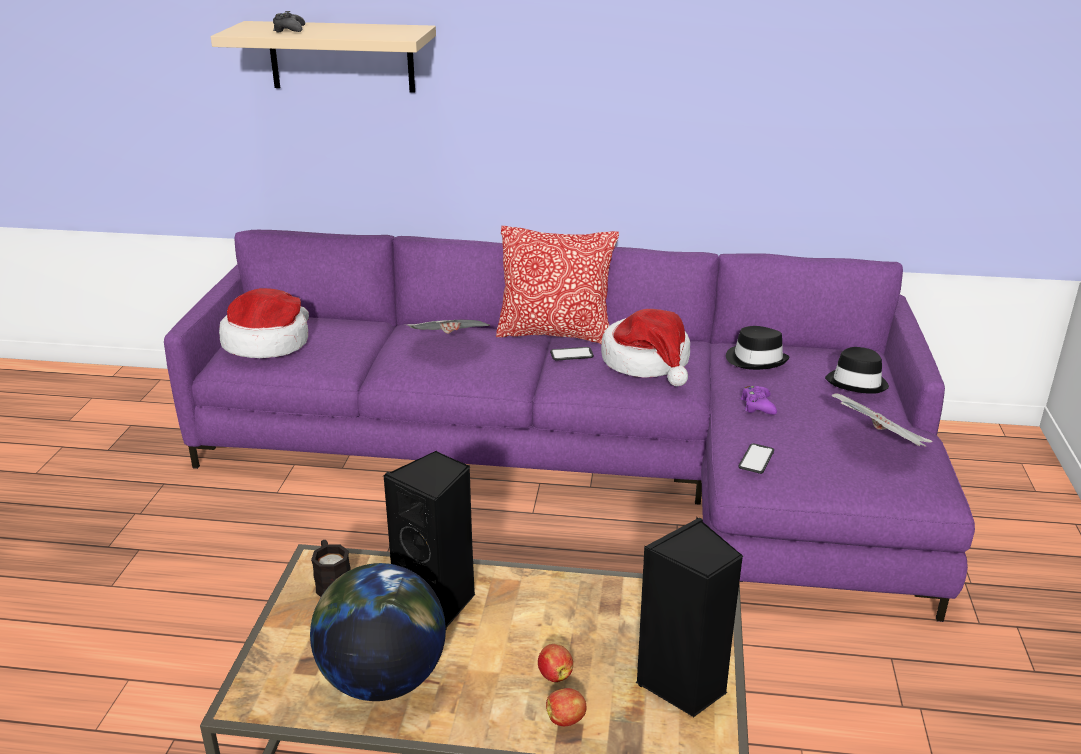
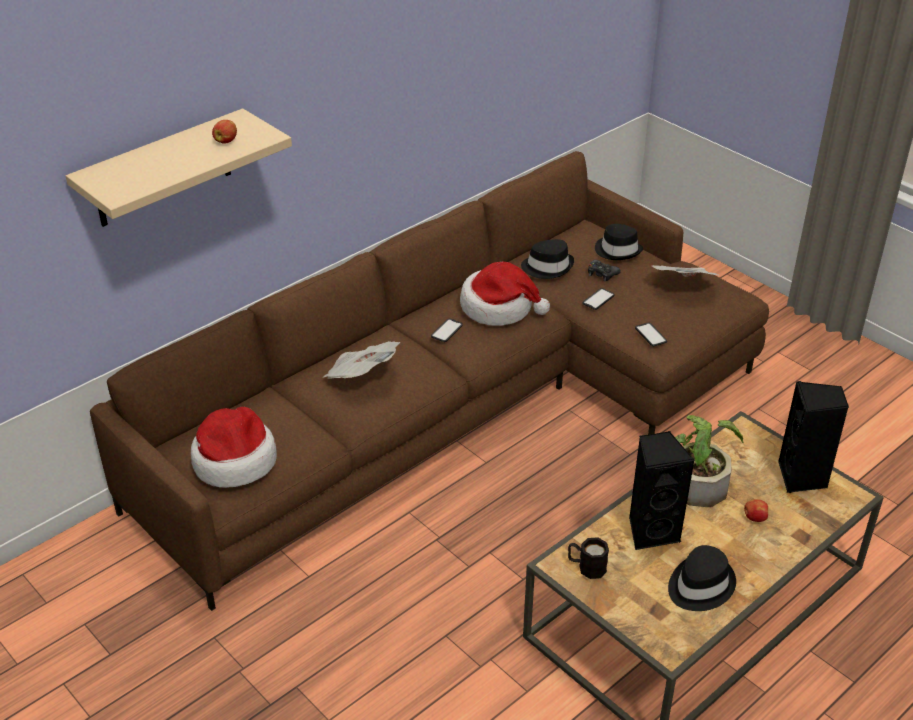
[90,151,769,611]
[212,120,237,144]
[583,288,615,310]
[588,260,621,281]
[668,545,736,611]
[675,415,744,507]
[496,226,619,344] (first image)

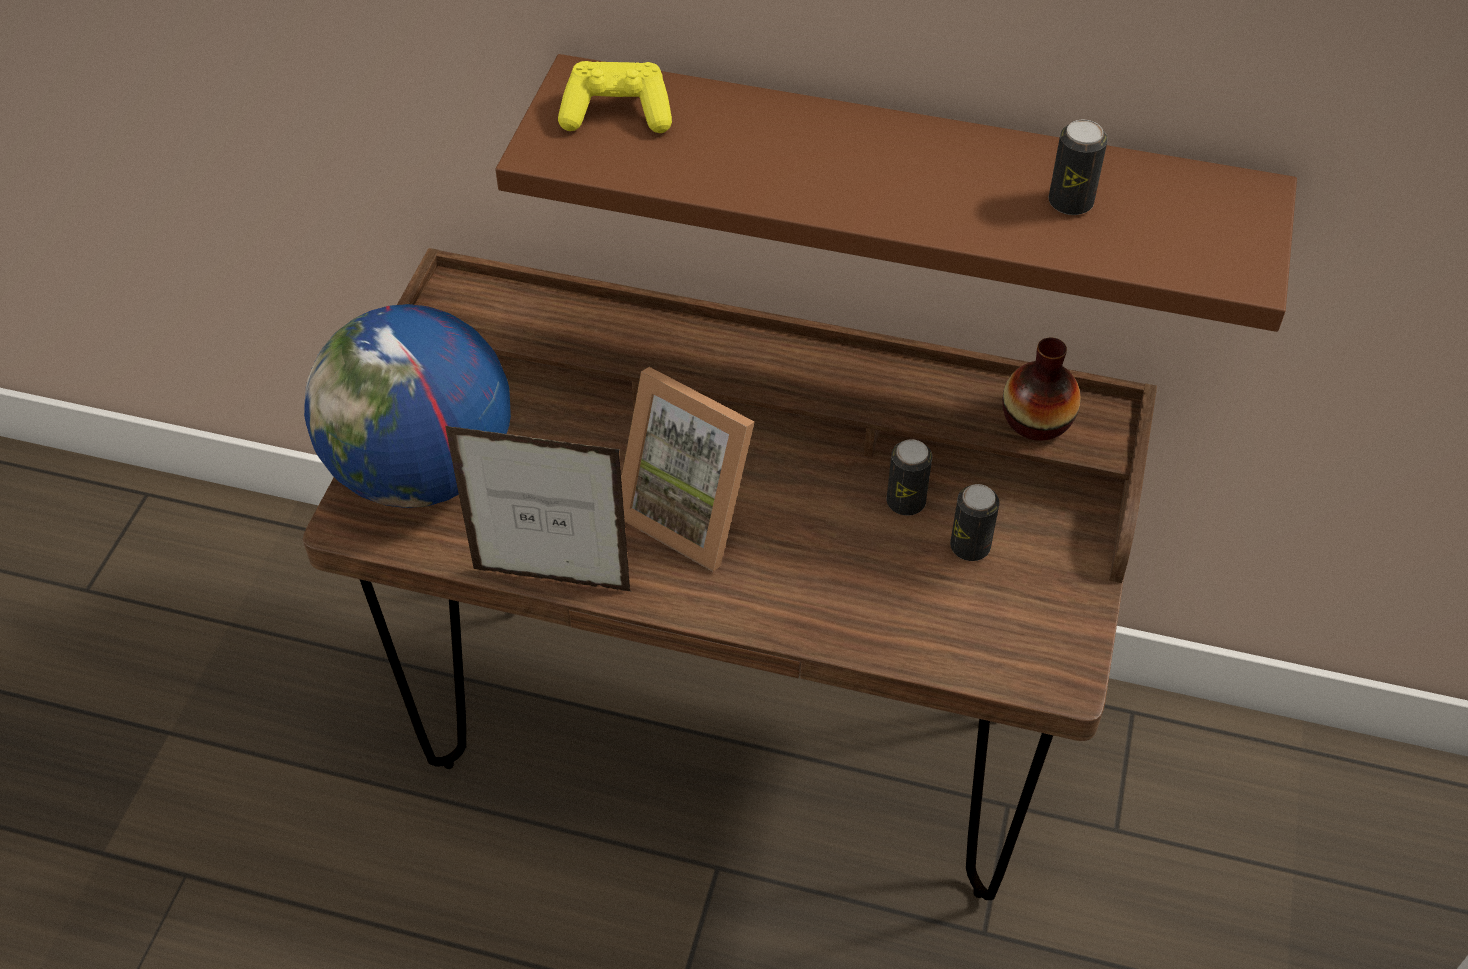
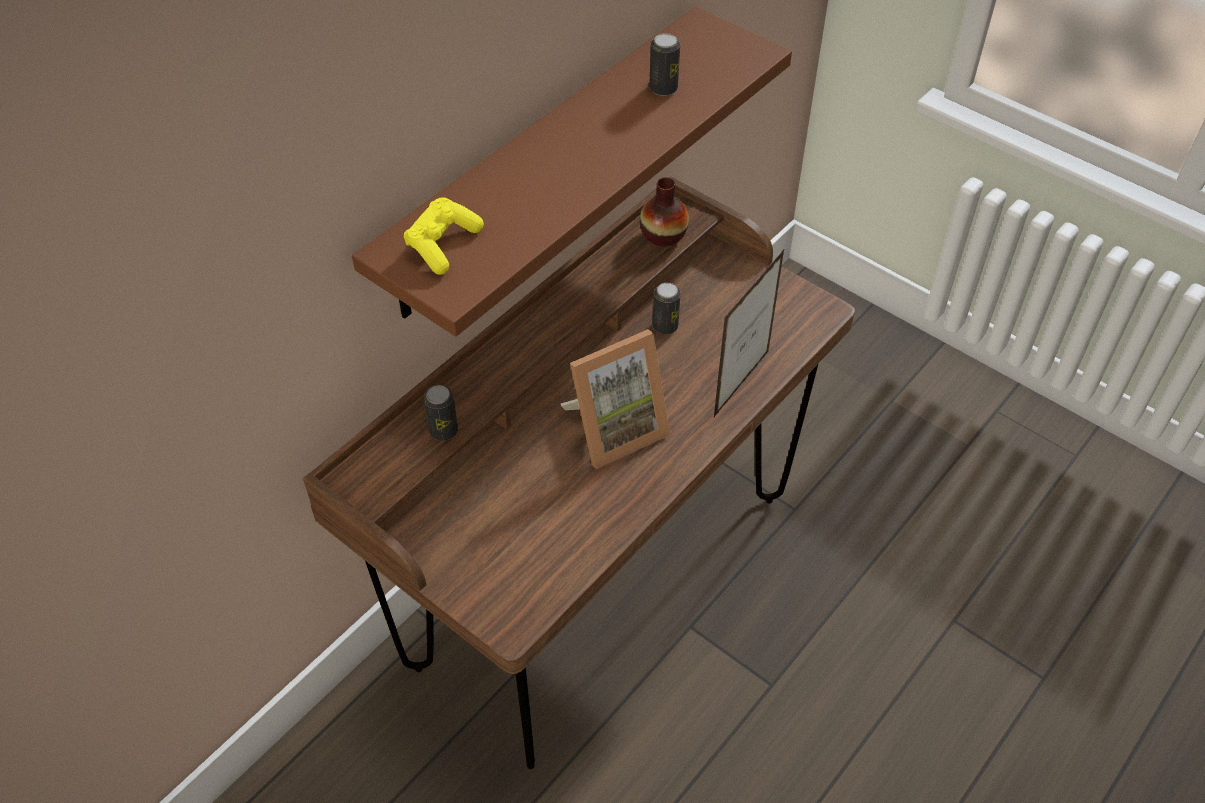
[423,385,458,441]
[714,250,784,417]
[304,304,511,508] (first image)

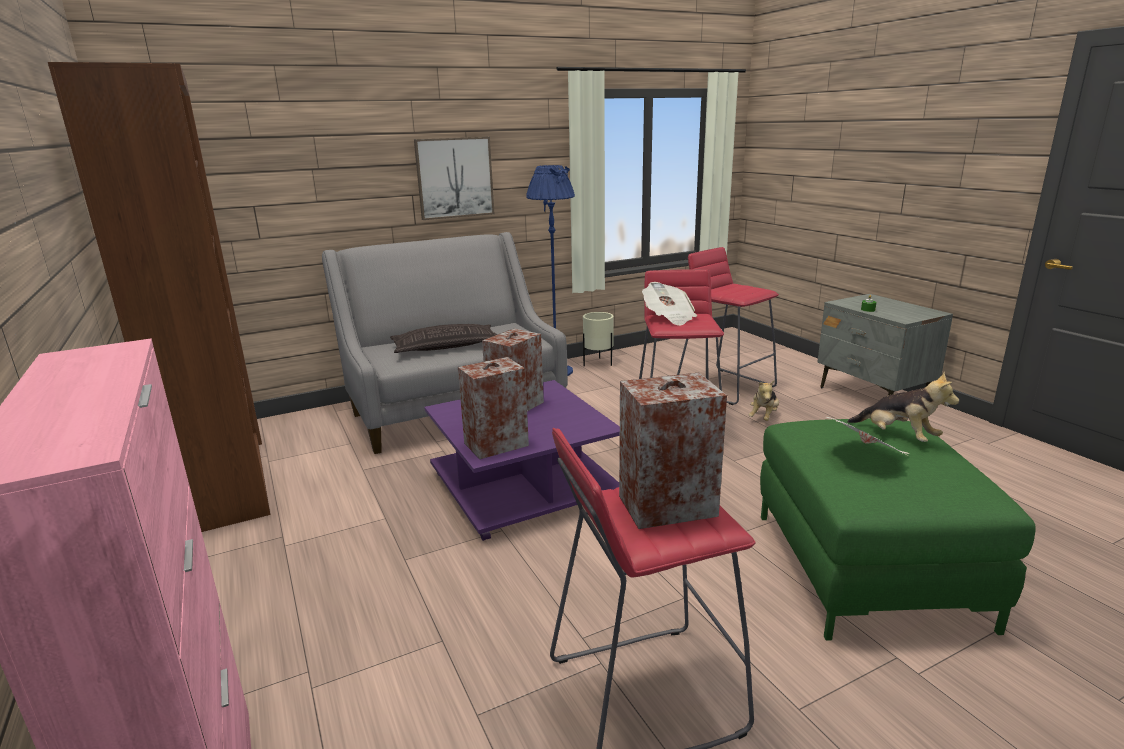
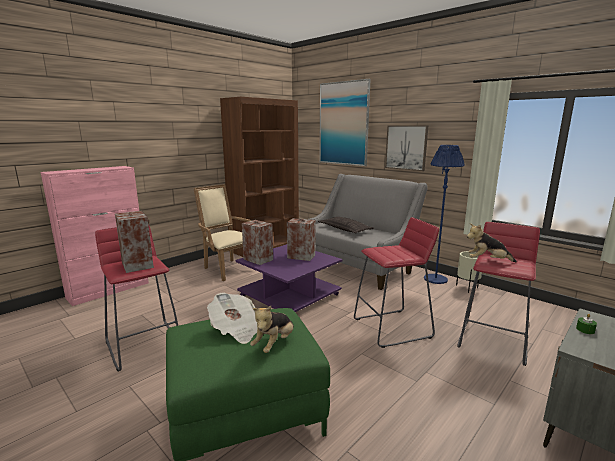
[193,184,252,281]
[319,79,371,166]
[467,223,517,262]
[642,282,697,326] (first image)

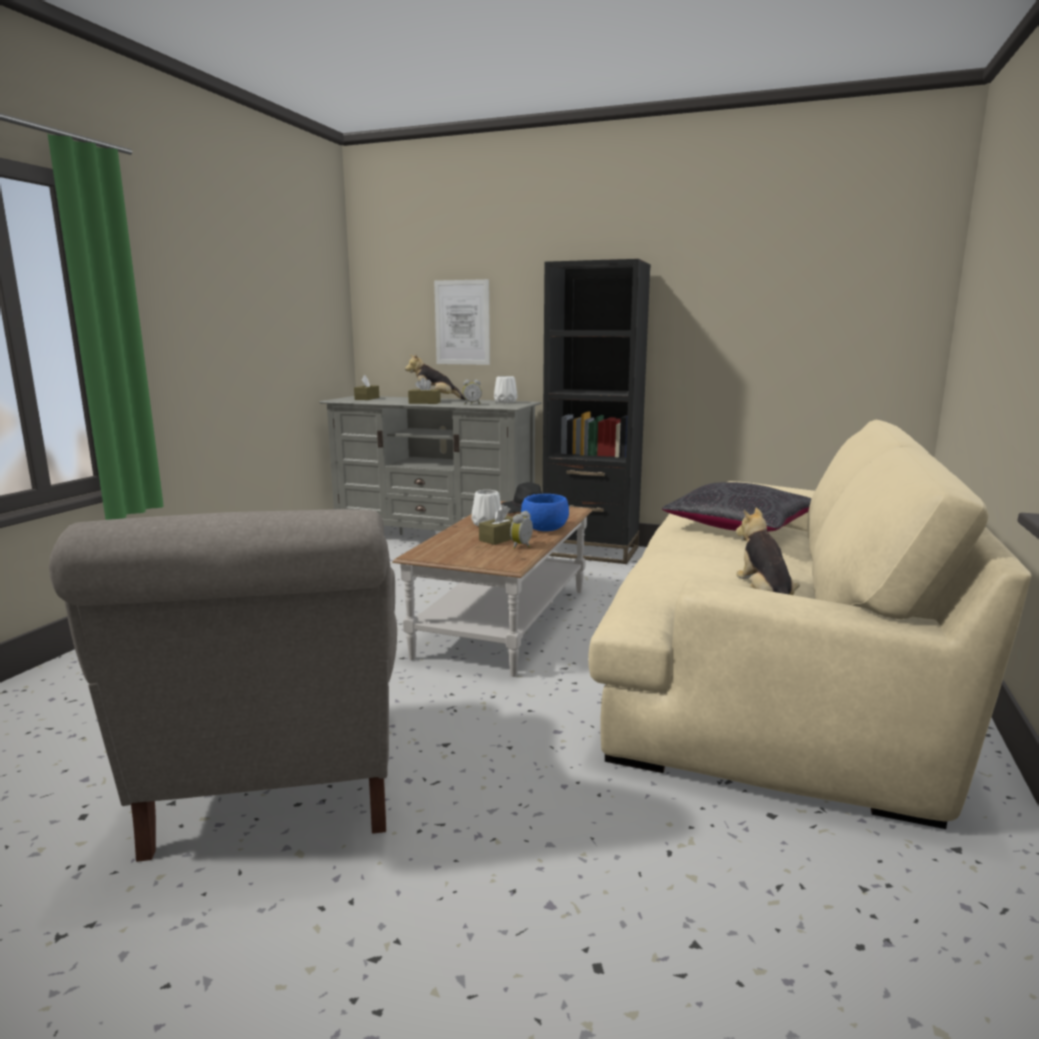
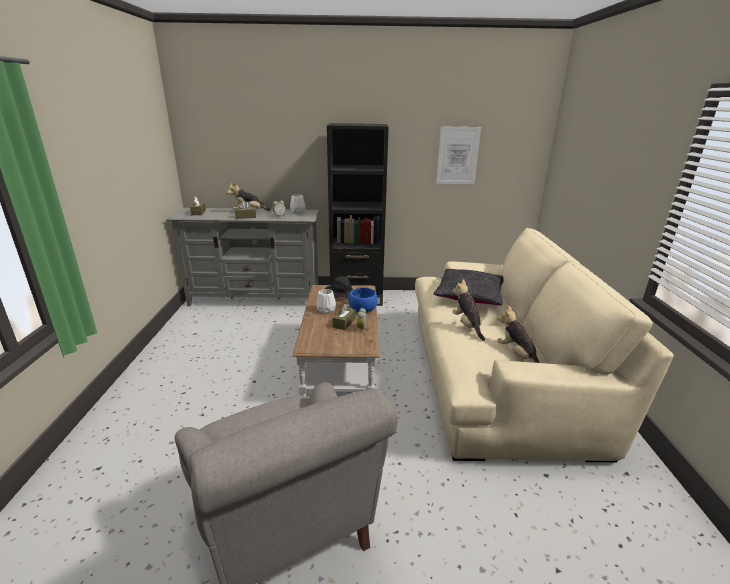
[436,126,481,184]
[453,279,485,341]

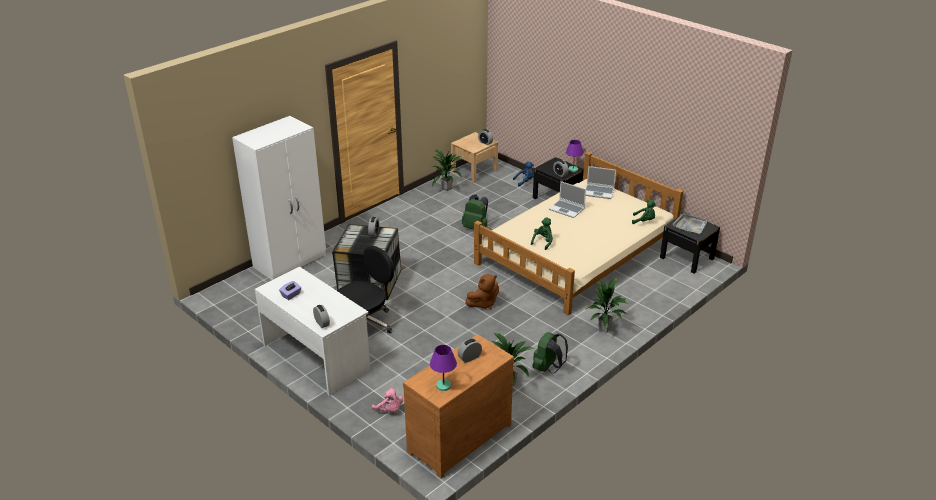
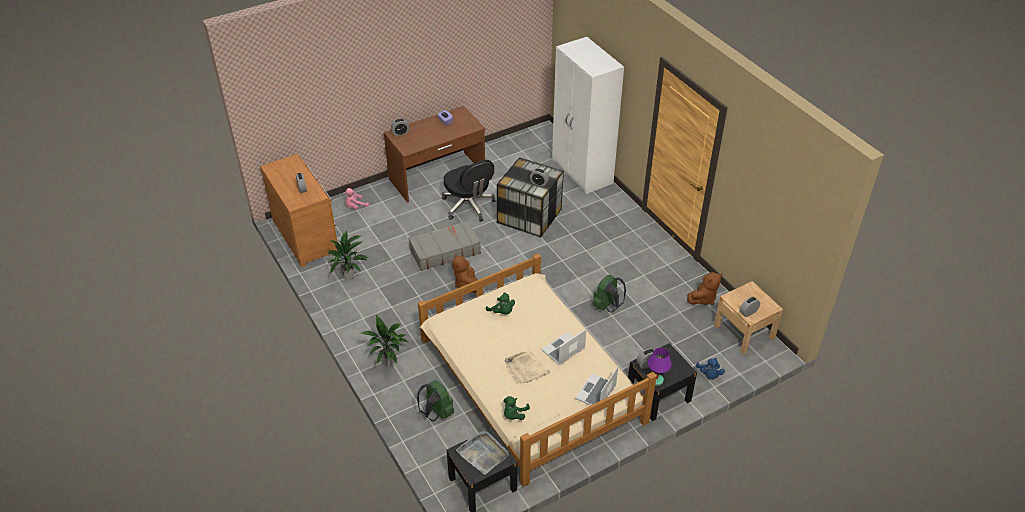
[384,106,486,203]
[409,221,481,271]
[417,380,454,421]
[505,351,550,383]
[687,272,722,305]
[430,345,457,391] (first image)

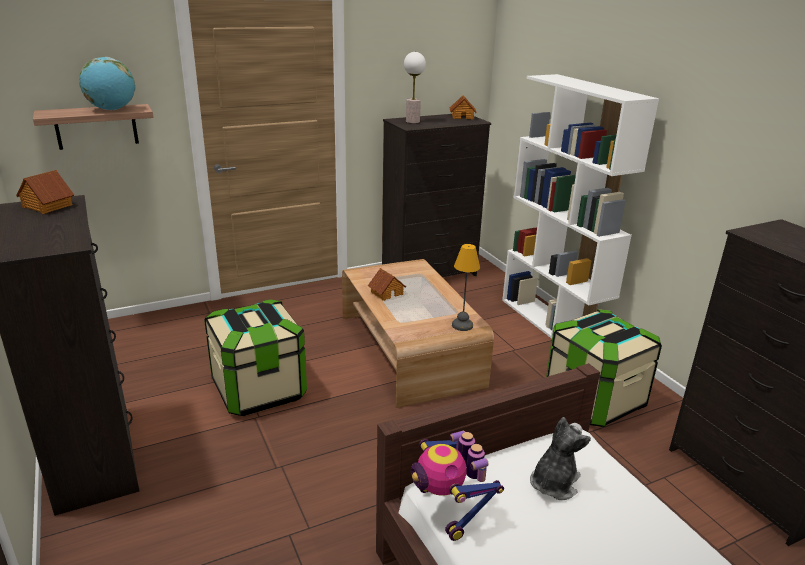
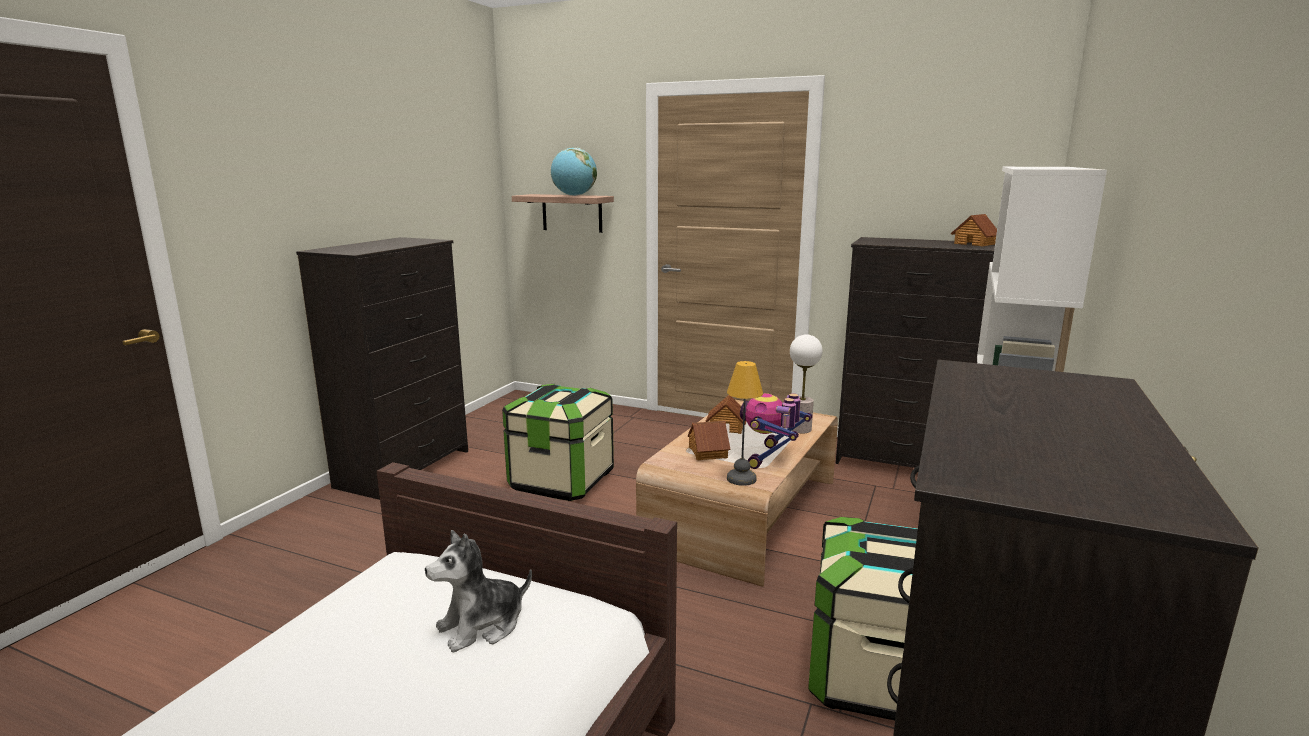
[425,530,532,652]
[688,421,730,460]
[740,393,812,469]
[790,334,823,433]

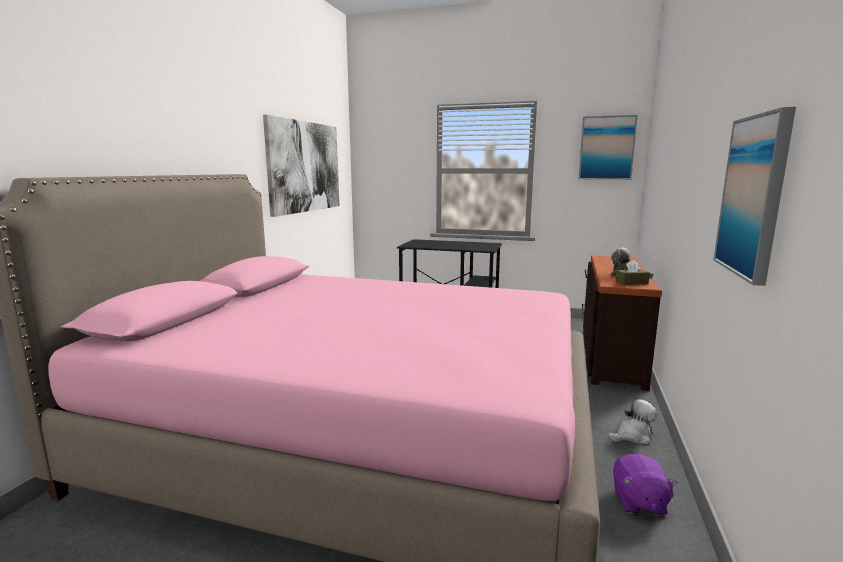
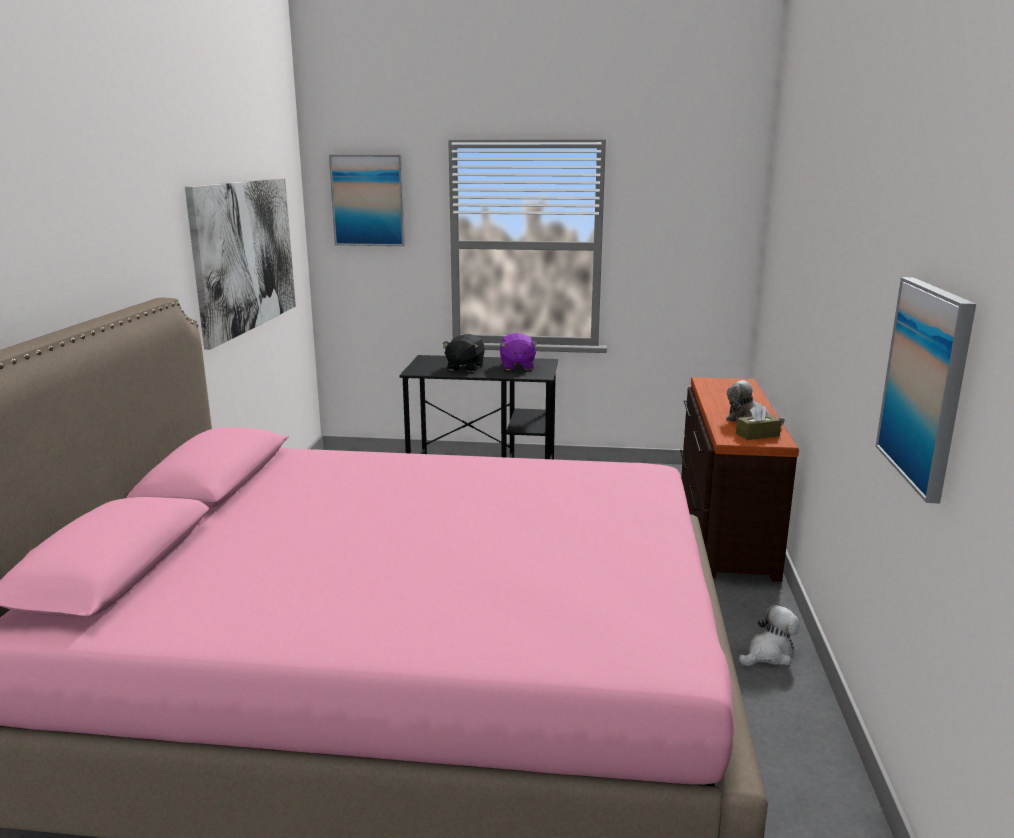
[329,155,405,246]
[443,334,485,372]
[500,333,538,370]

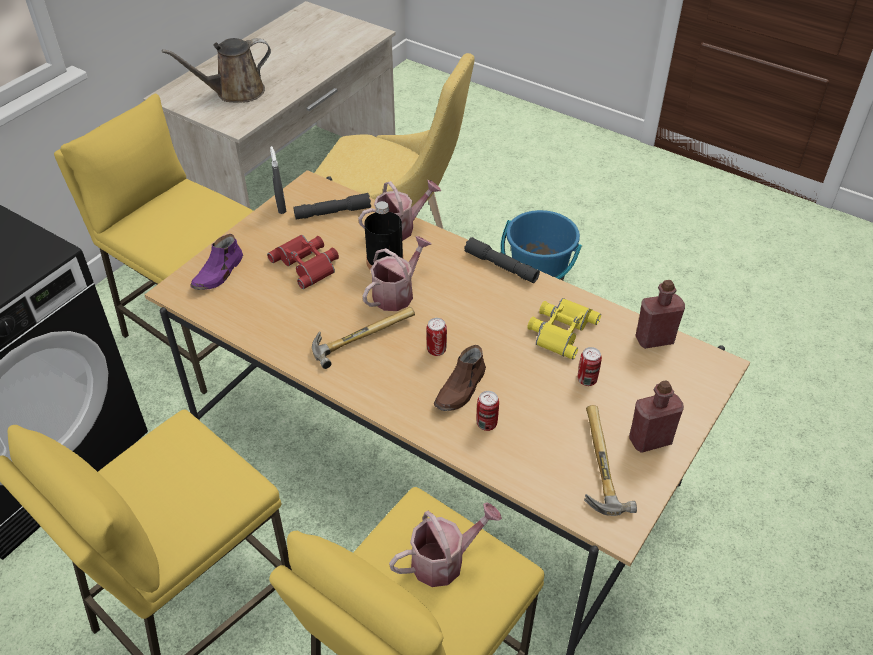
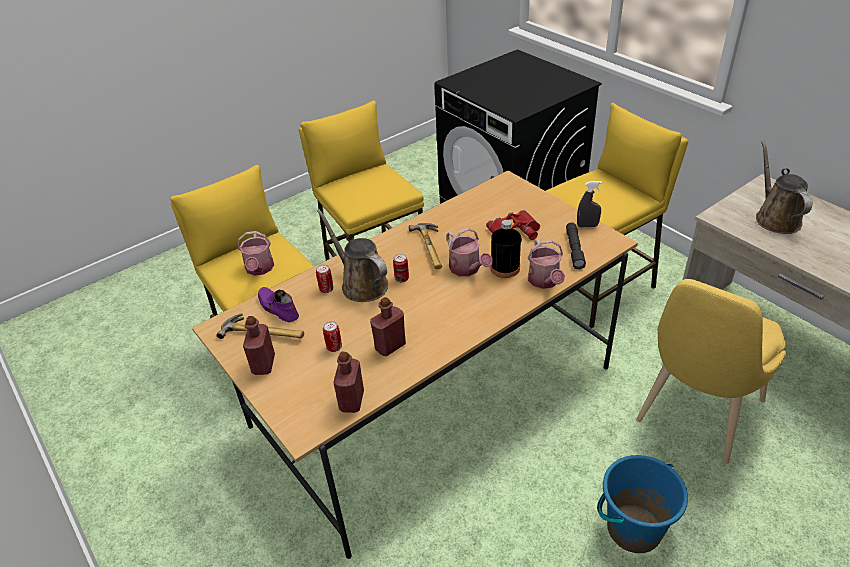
[258,287,299,322]
[317,209,388,302]
[370,297,406,356]
[464,237,540,283] (first image)

